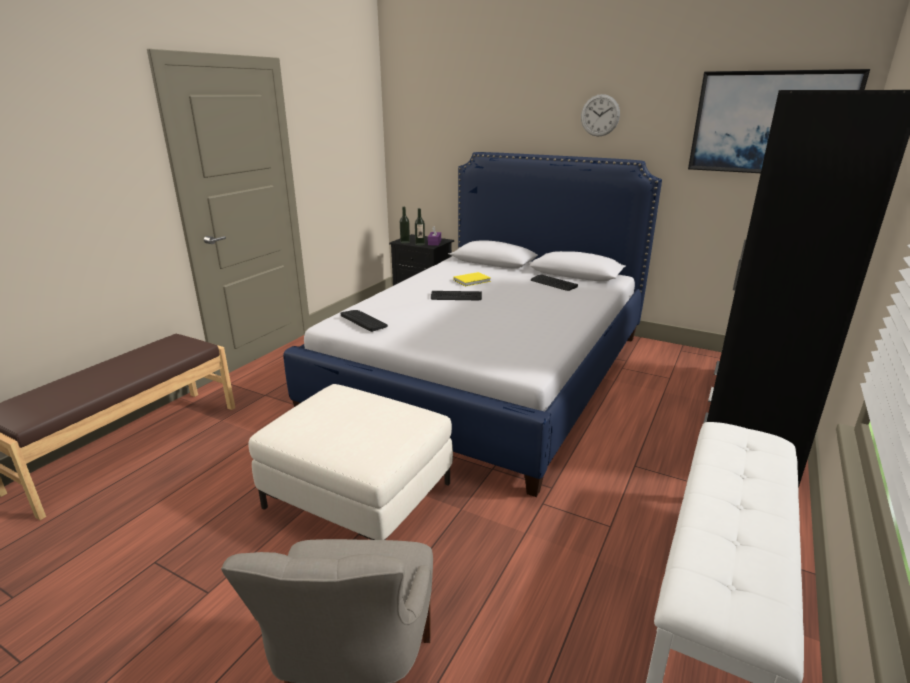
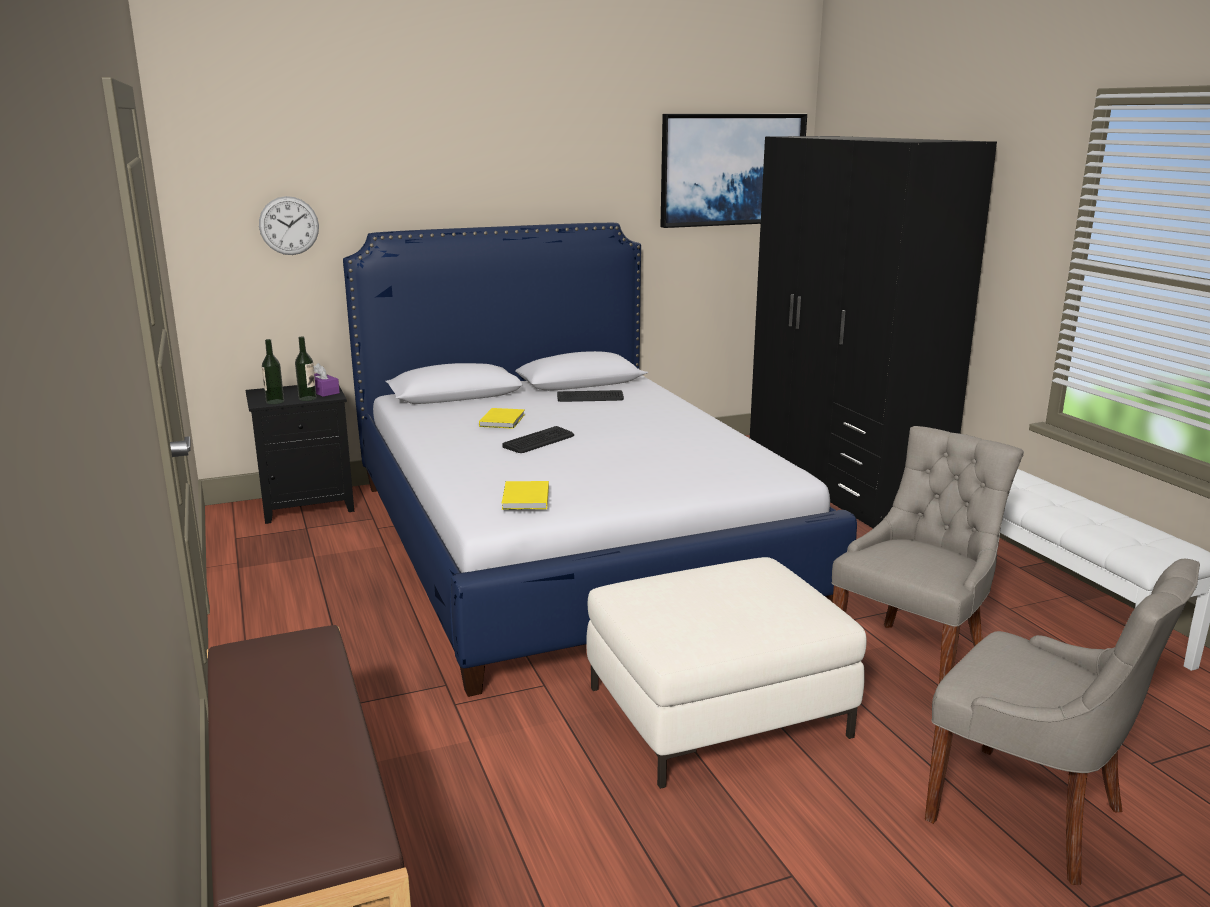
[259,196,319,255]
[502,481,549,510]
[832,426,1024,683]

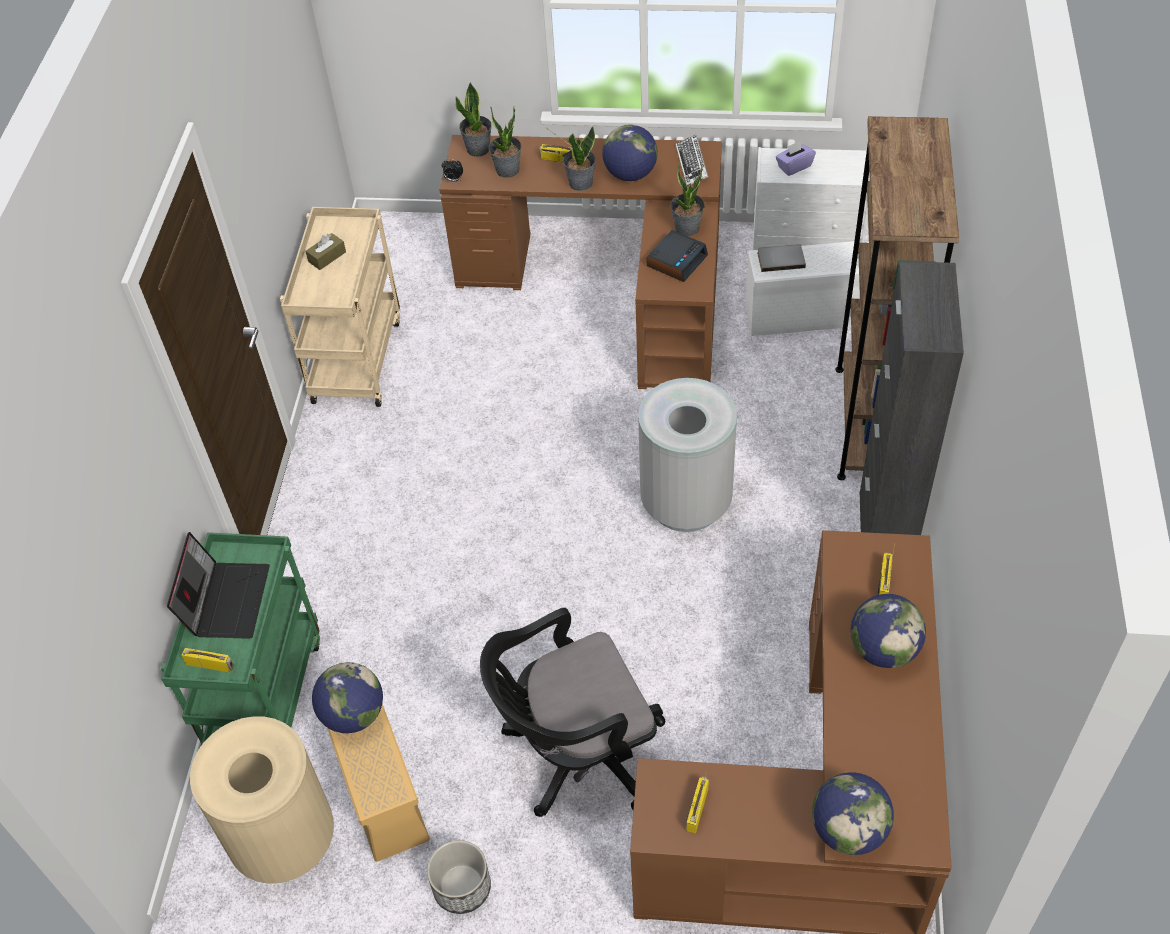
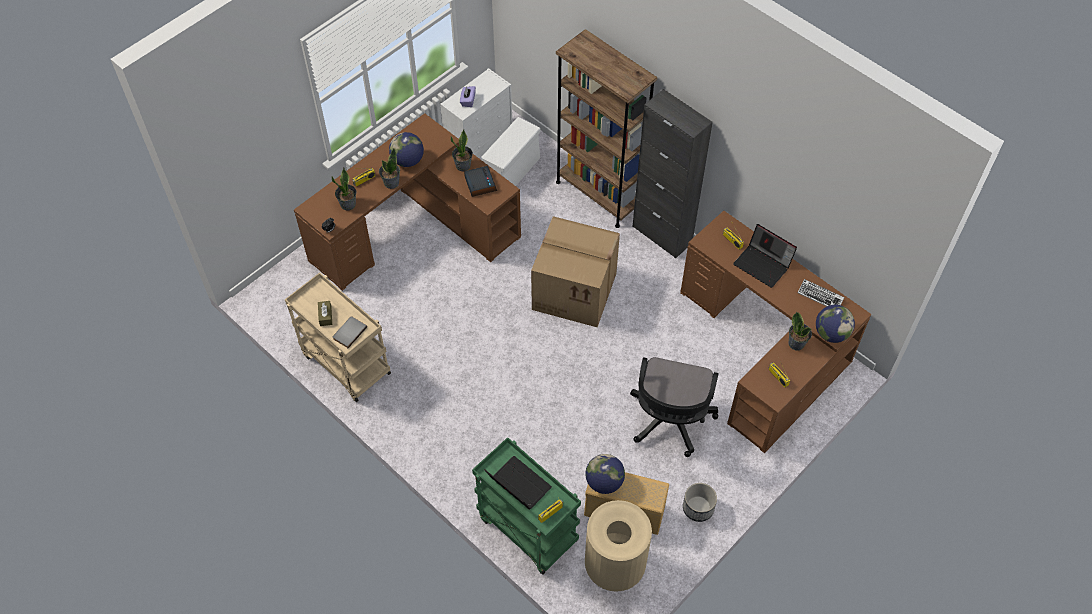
[333,316,367,348]
[531,216,620,327]
[733,224,797,288]
[788,312,812,351]
[797,279,844,306]

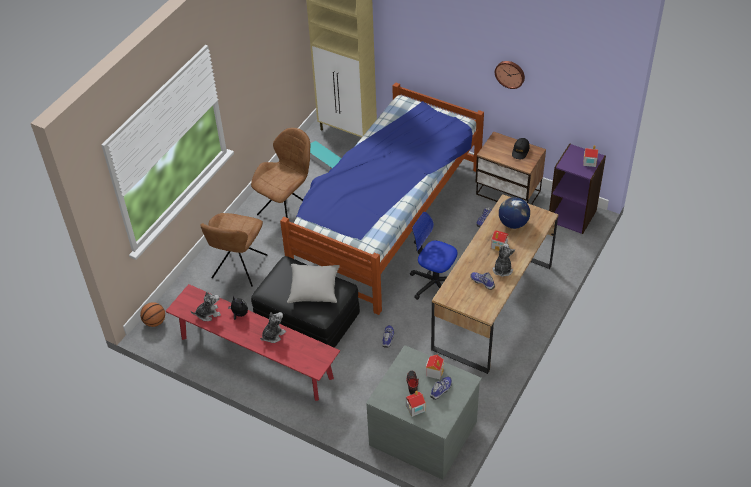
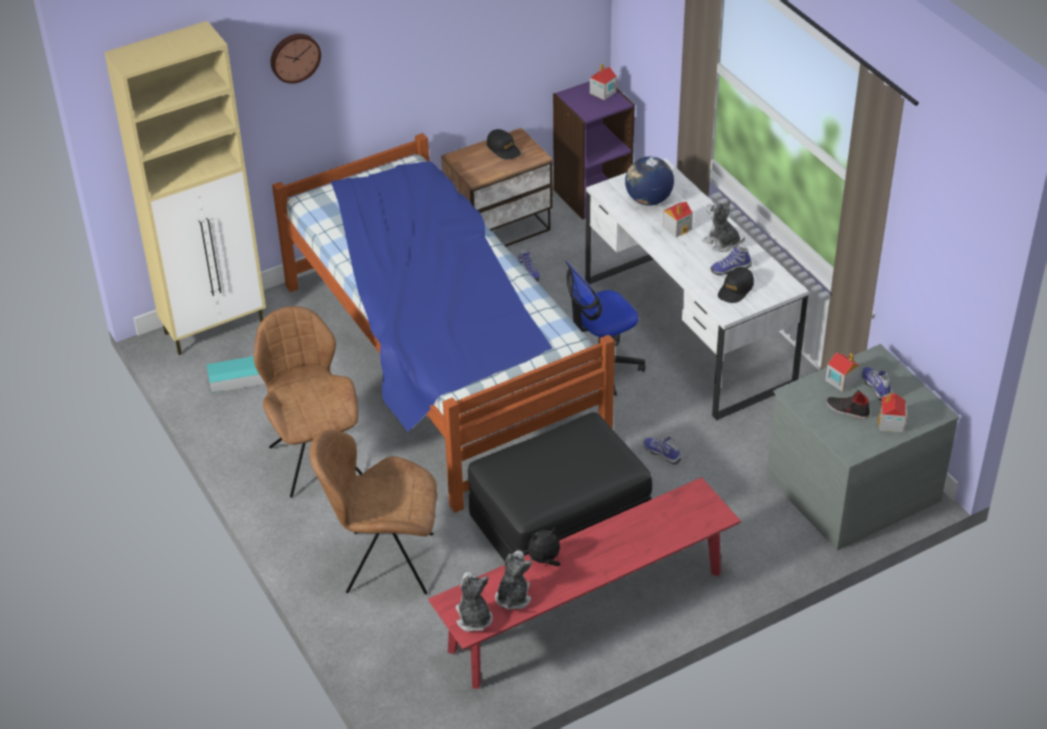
[271,34,321,84]
[310,430,437,595]
[456,571,493,632]
[585,158,809,420]
[718,267,754,303]
[140,302,165,327] (first image)
[287,264,340,303] (first image)

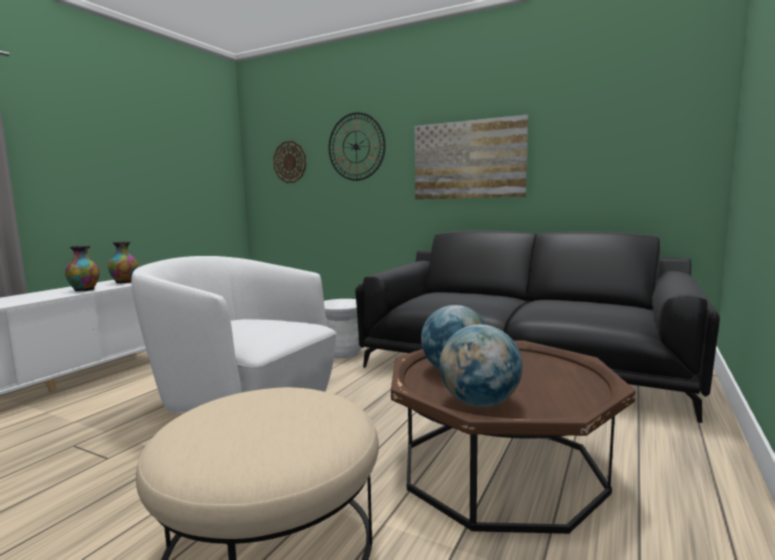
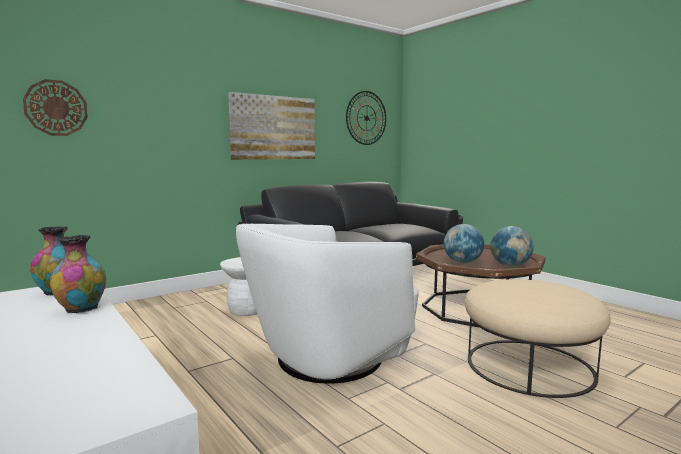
[346,91,386,145]

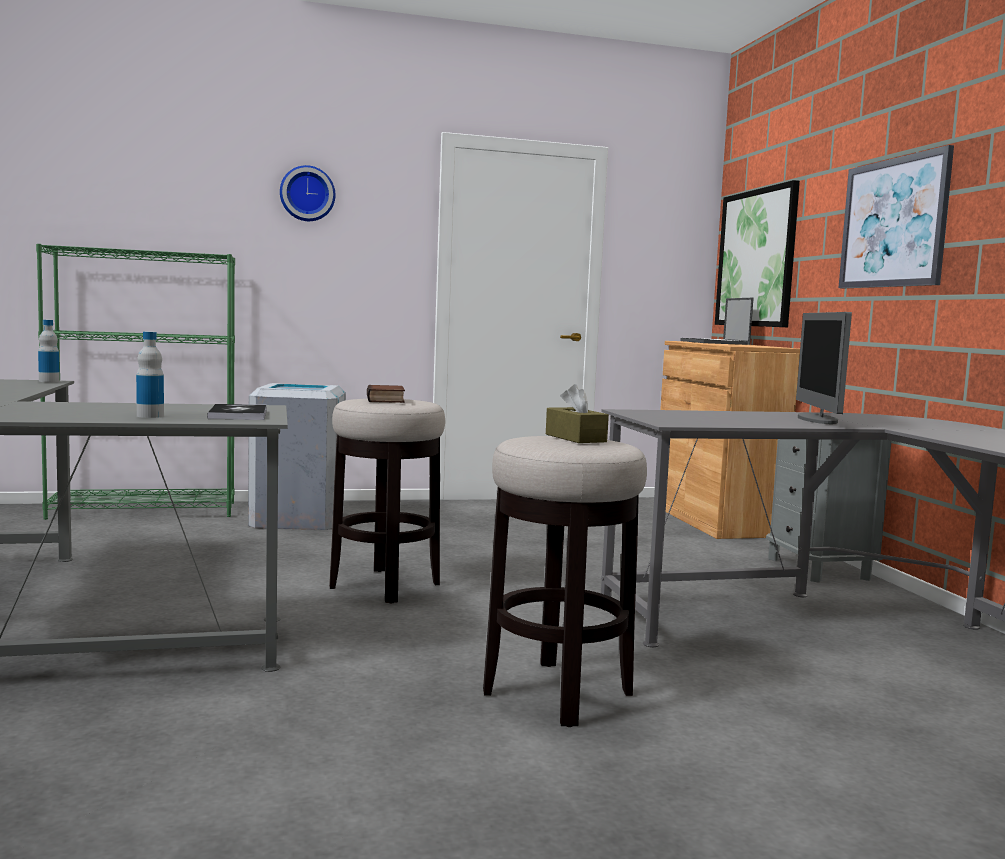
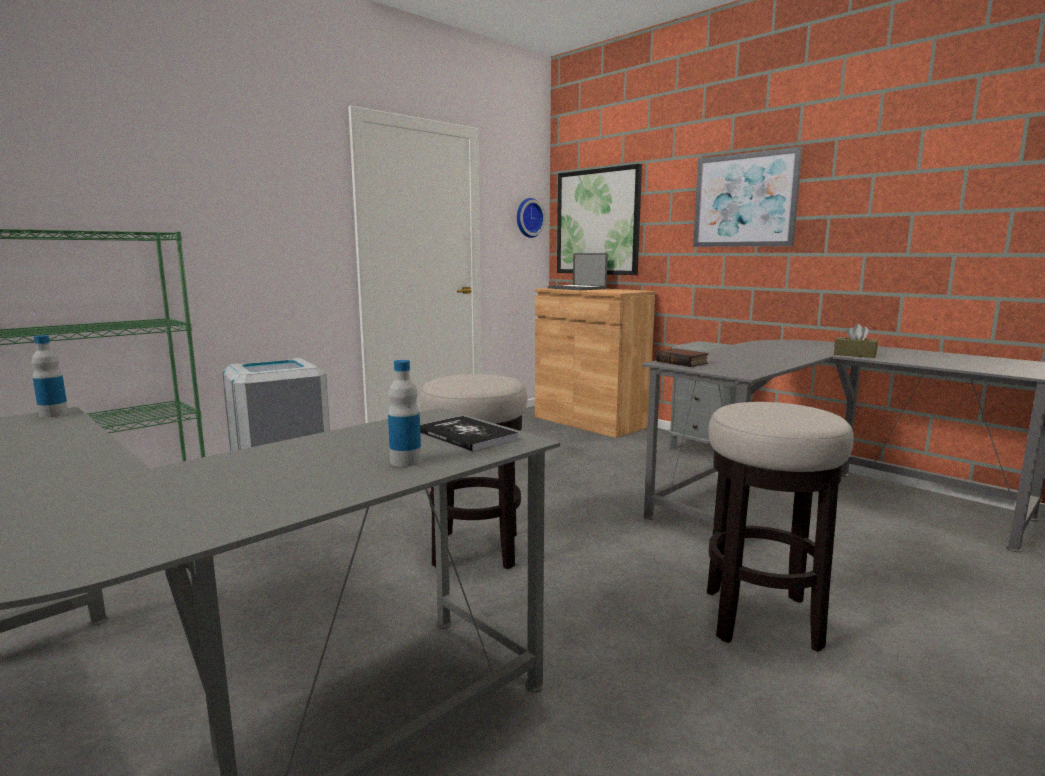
[517,198,546,238]
[656,348,709,367]
[834,324,878,358]
[796,312,852,424] (first image)

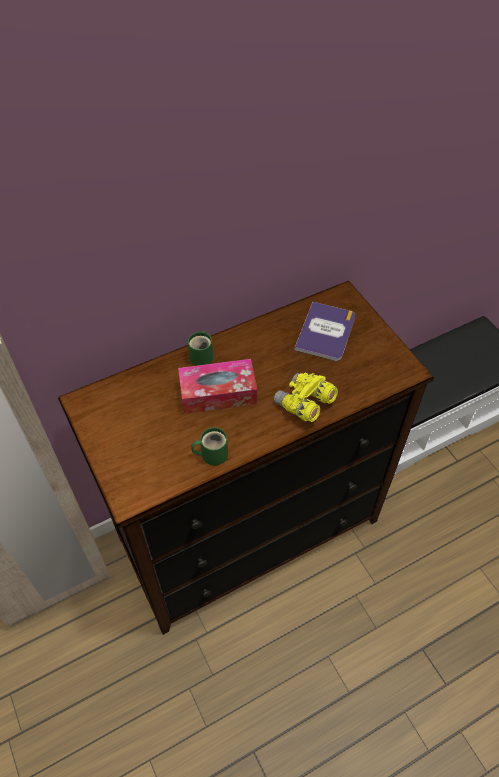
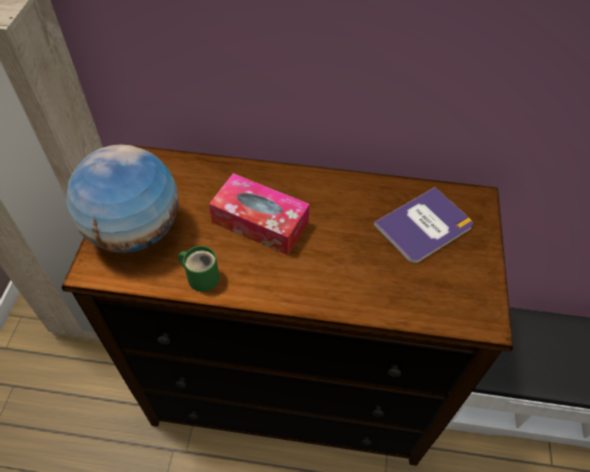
[66,144,178,253]
[188,331,213,366] (first image)
[274,372,338,422] (first image)

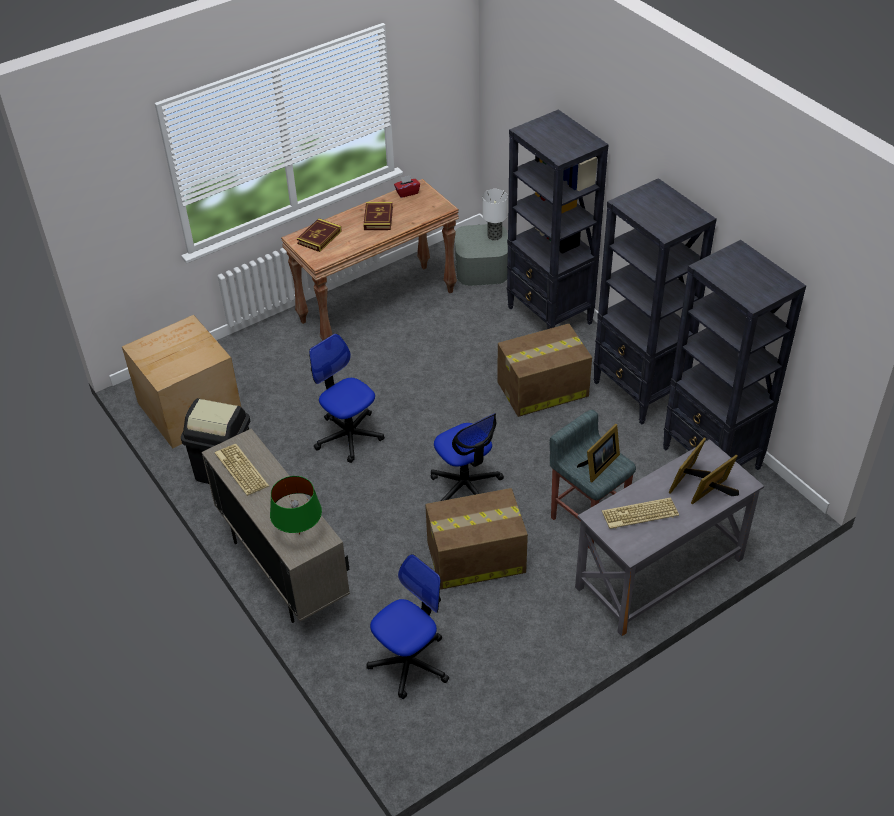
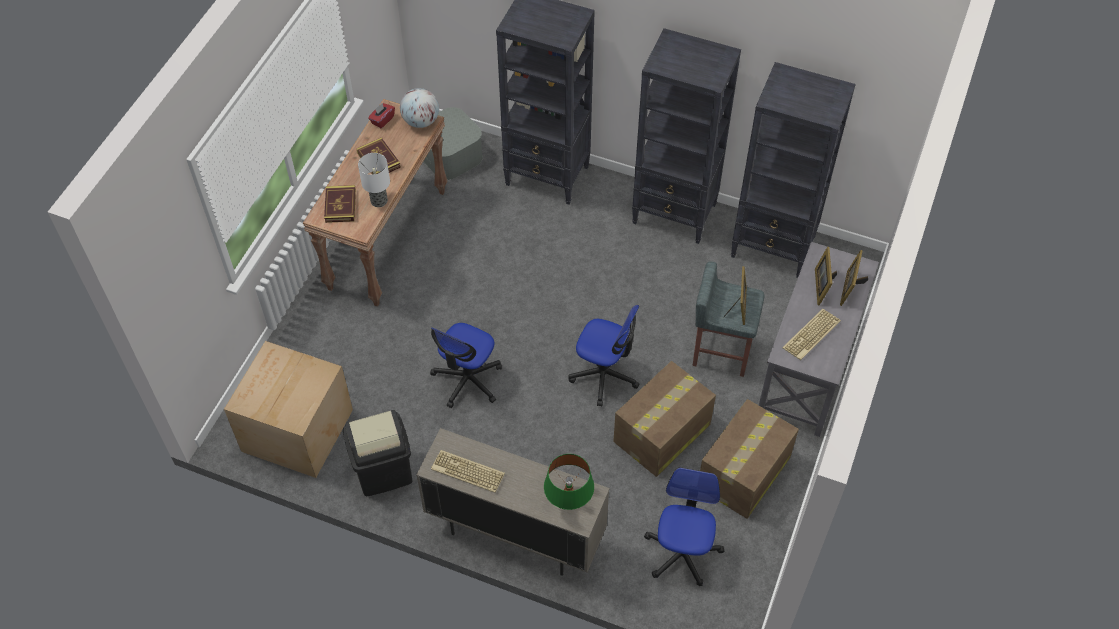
[358,153,390,207]
[400,88,439,128]
[430,323,502,408]
[700,399,799,519]

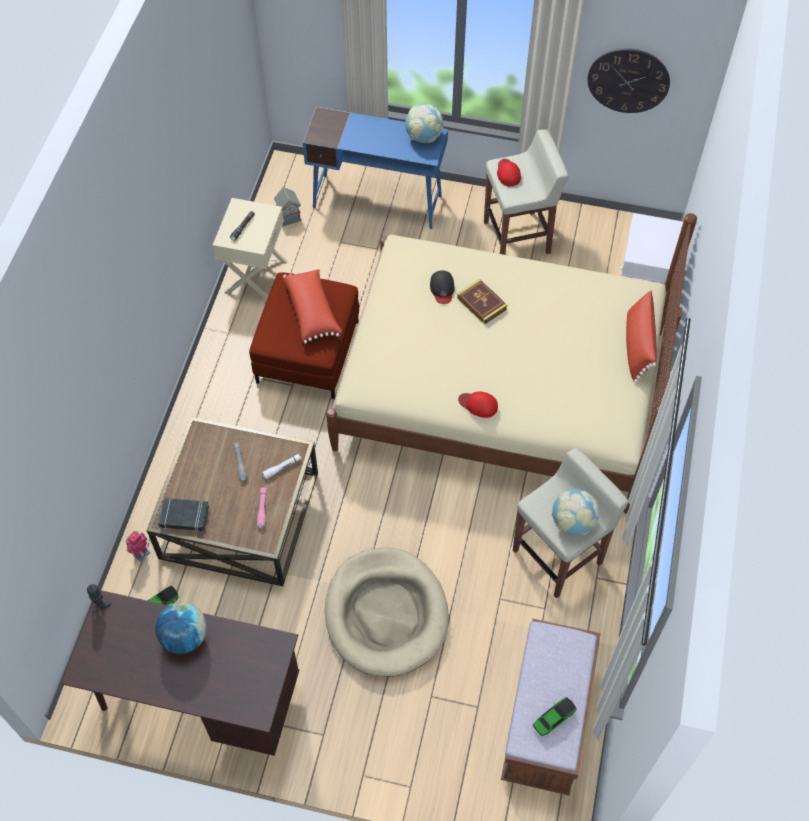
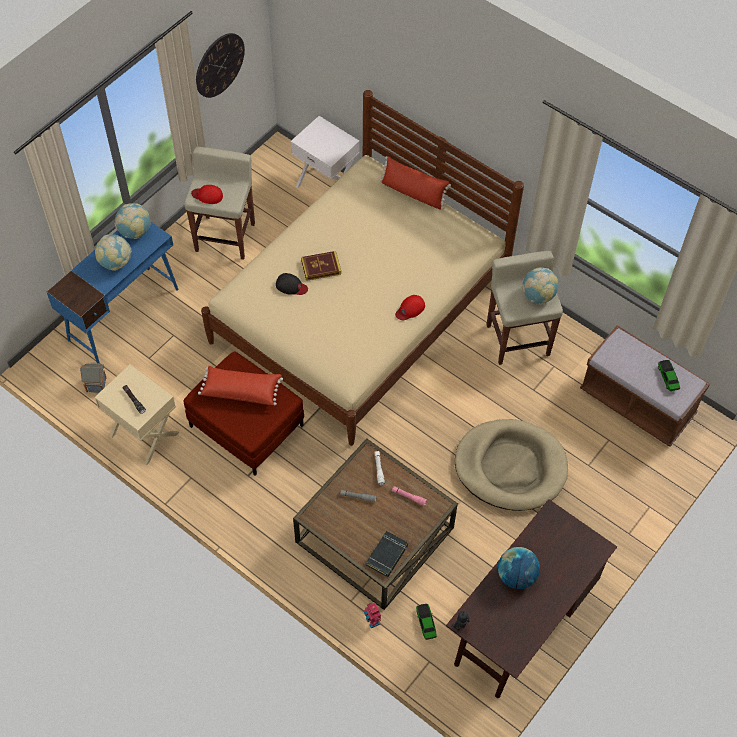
[95,234,132,271]

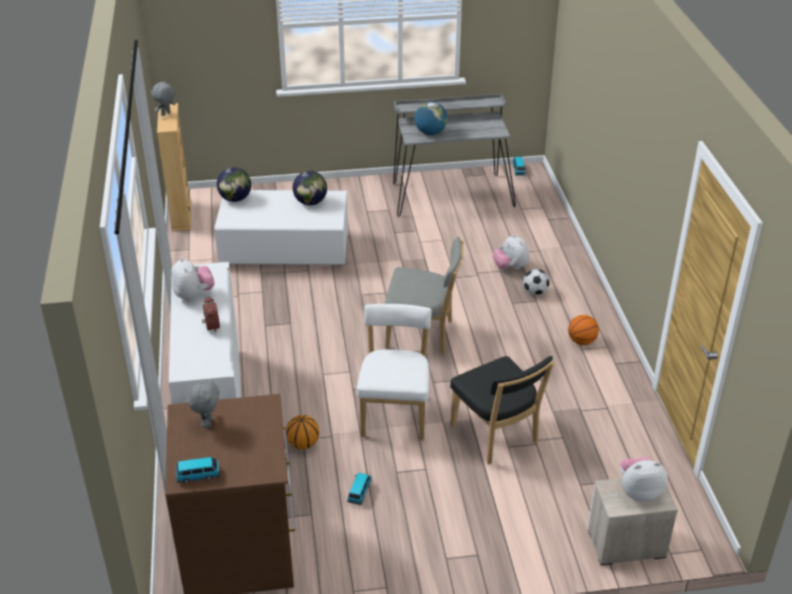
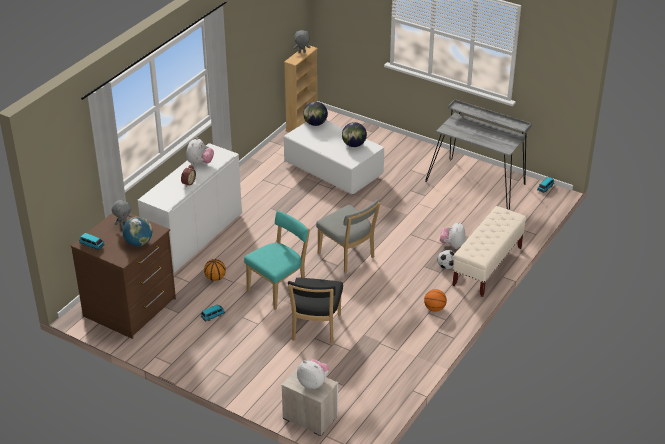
[123,217,152,246]
[244,211,310,310]
[453,206,526,297]

